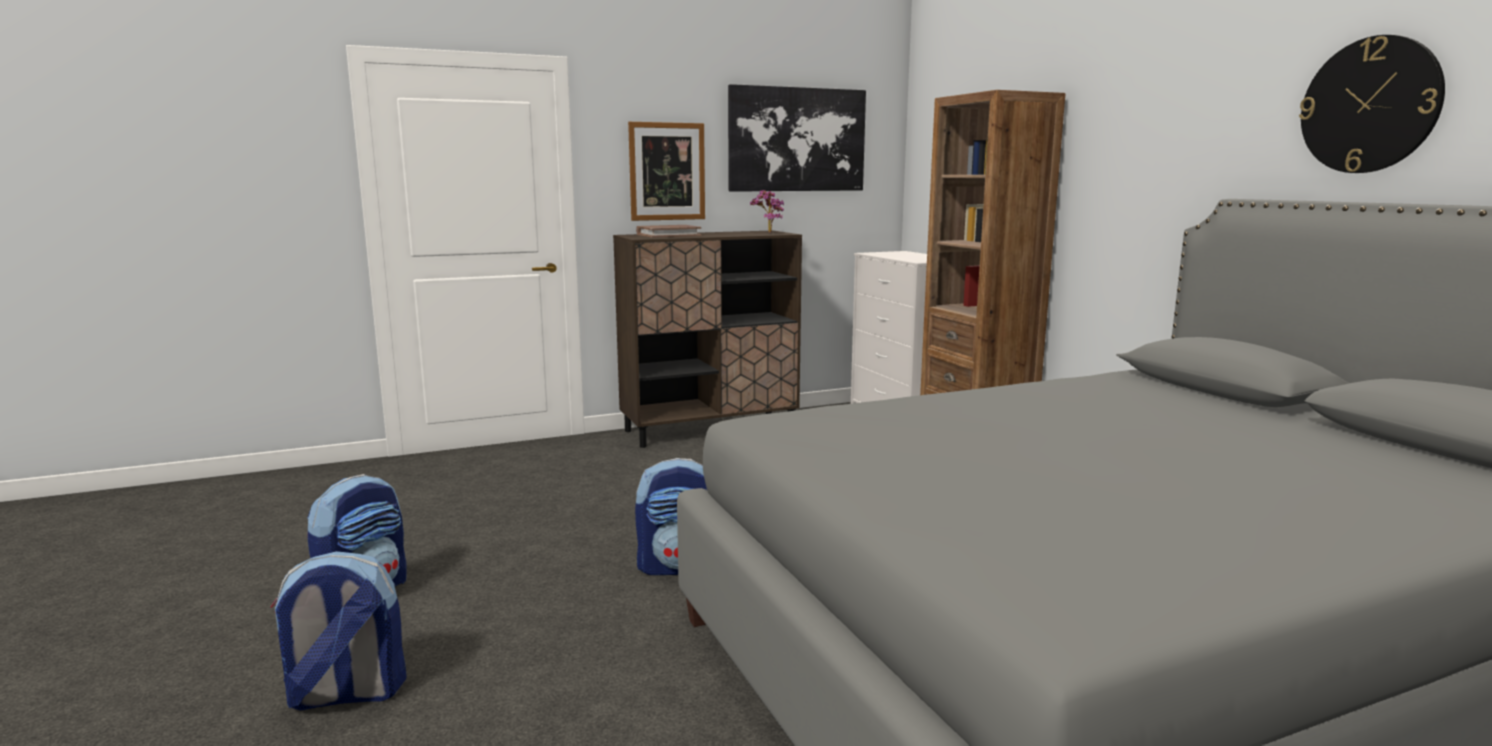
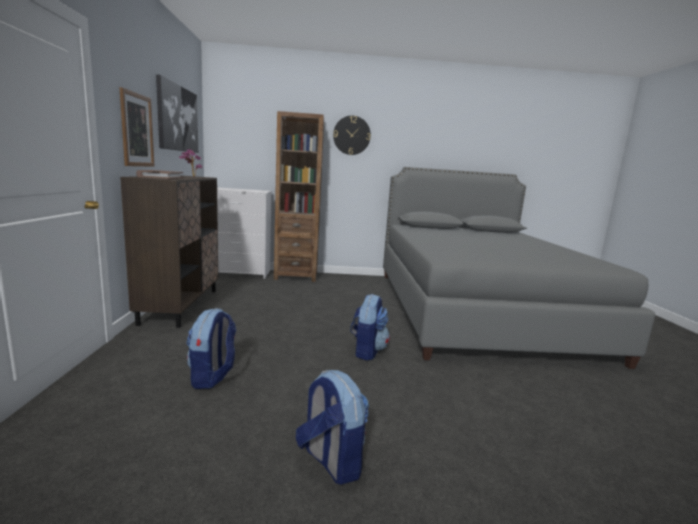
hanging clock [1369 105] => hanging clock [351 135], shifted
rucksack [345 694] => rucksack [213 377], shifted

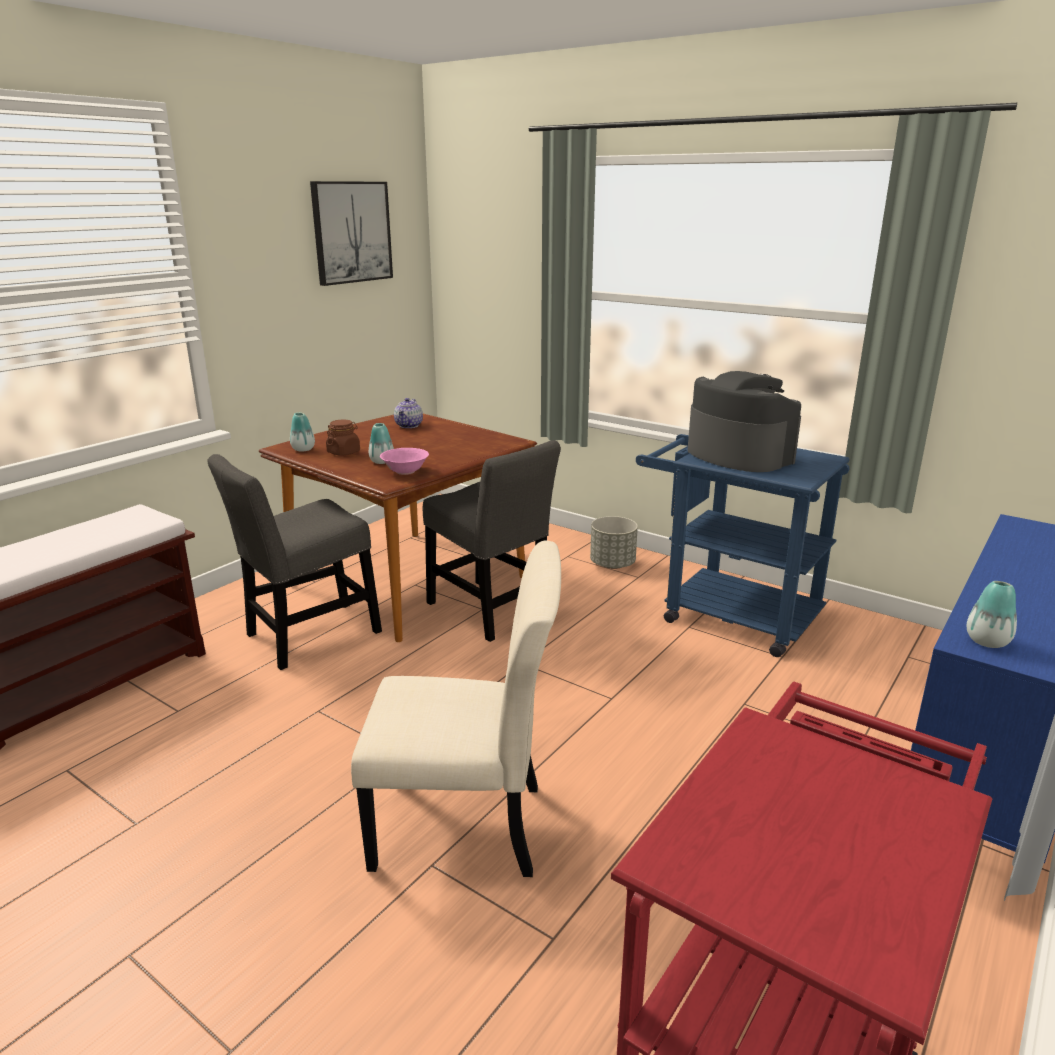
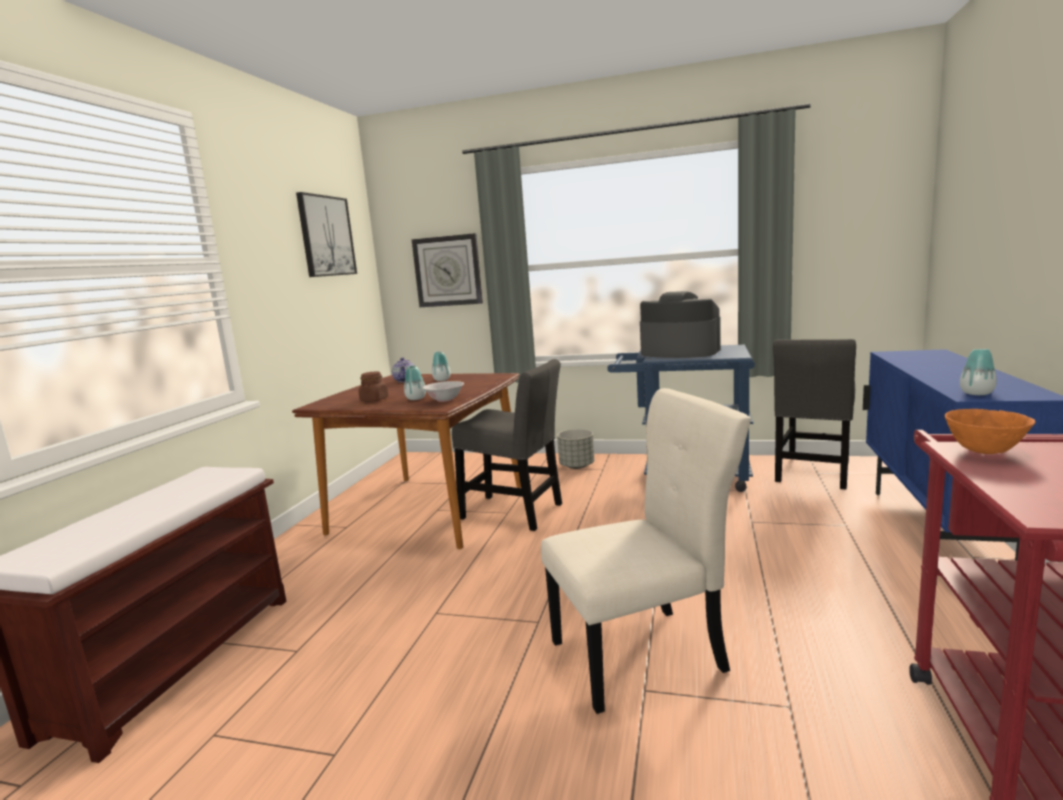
vase [303 449] => vase [442 380], shifted
pinkish bowl [405 471] => white bowl [445 400]
gray upright chair [307 636] => gray upright chair [813 473], shifted
nothing => hanging clock [448 271]
nothing => orange bowl [985 452]

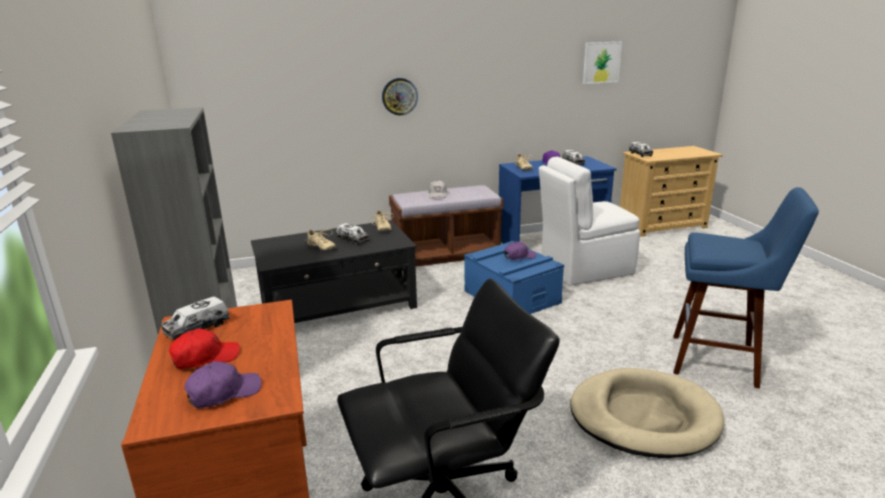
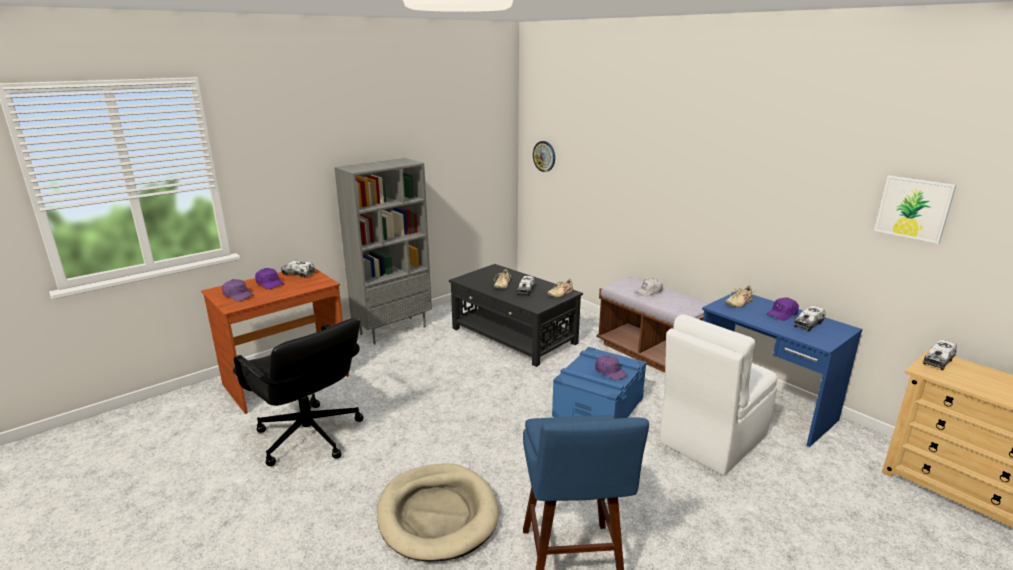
hanging clock [399 96] => hanging clock [544 156], shifted
white upright chair [584 269] => white upright chair [711 440], 90 degrees counterclockwise
reddish baseball cap [205 357] => purple-coloured baseball cap [269 283]

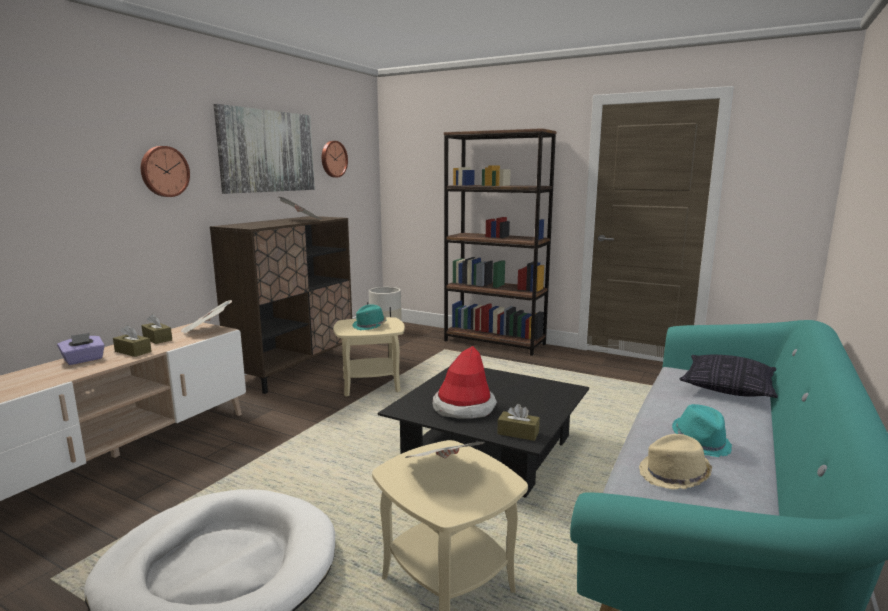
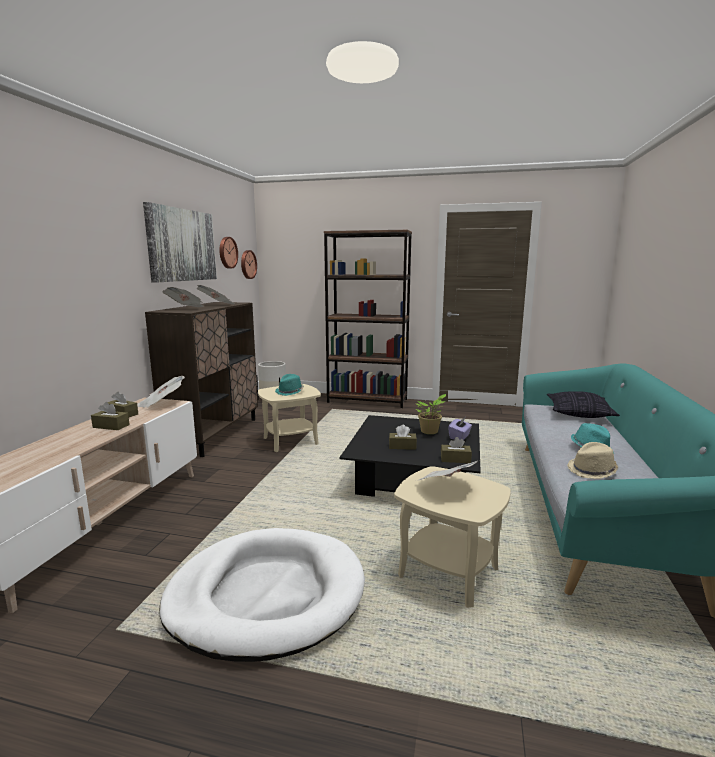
hanging clock [164 171] => hanging clock [247 264], shifted
purple-coloured box of tissues [84 360] => purple-coloured box of tissues [459 437], shifted
wearable hat [464 407] => brownish box of tissues [402 446]
nothing => printed paper [186 308]
nothing => houseplant [430 432]

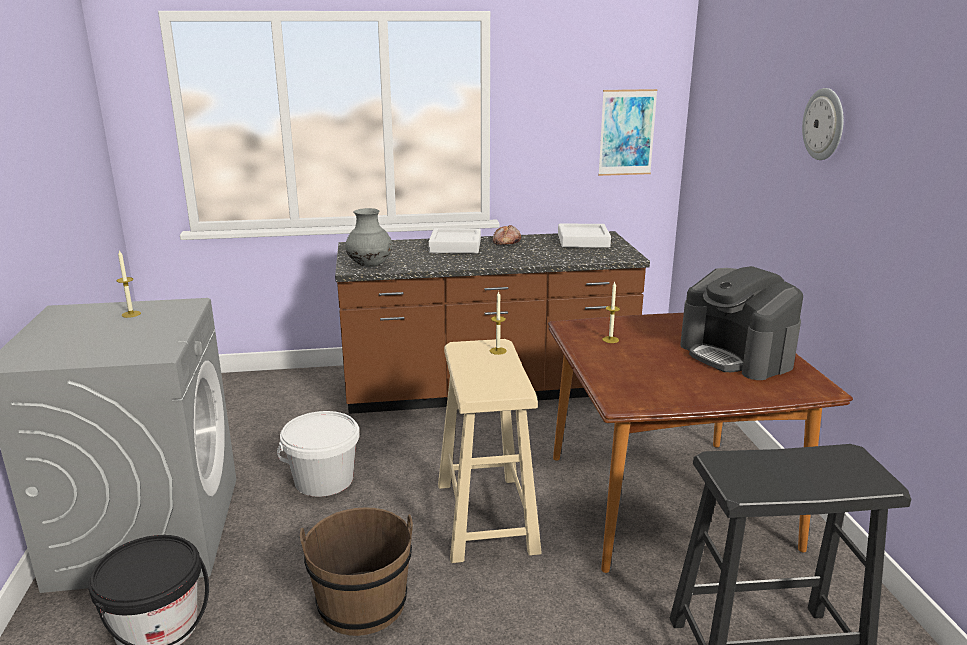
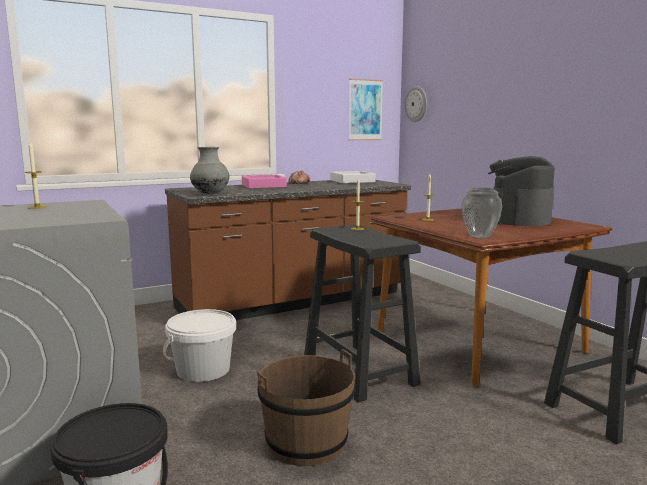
hanging clock [824 124] => hanging clock [416 104], shifted
white serving tray [455 246] => pinkish serving tray [263 186]
coffee brewer [736 355] => coffee brewer [518 219], 75 degrees clockwise
beige sitting stool [486 516] => black sitting stool [358 370]
nothing => vase [480 237]

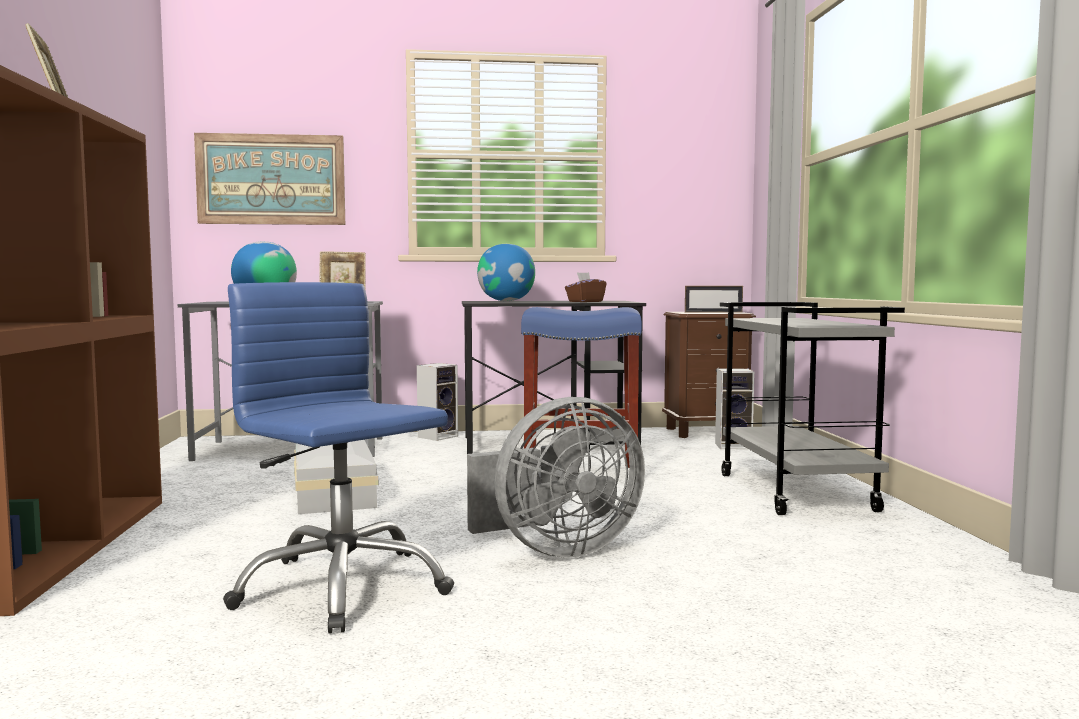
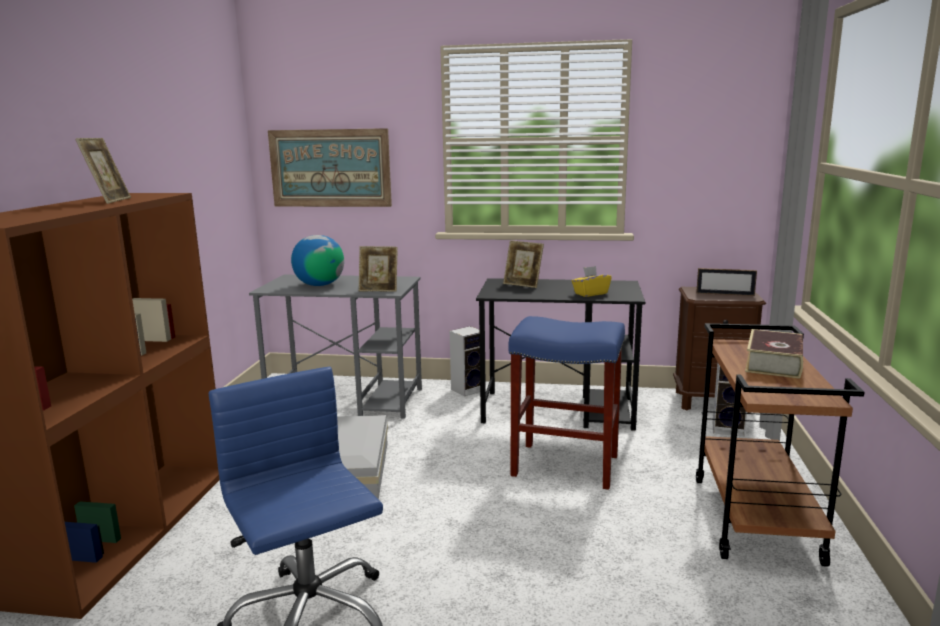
globe [506 301] => photo frame [523 284]
brownish box of tissues [585 301] => yellow-coloured box of tissues [590 293]
gray trolley [797 493] => brownish trolley [756 520]
gray cooling fan [556 549] => nothing
nothing => bound book [774 363]

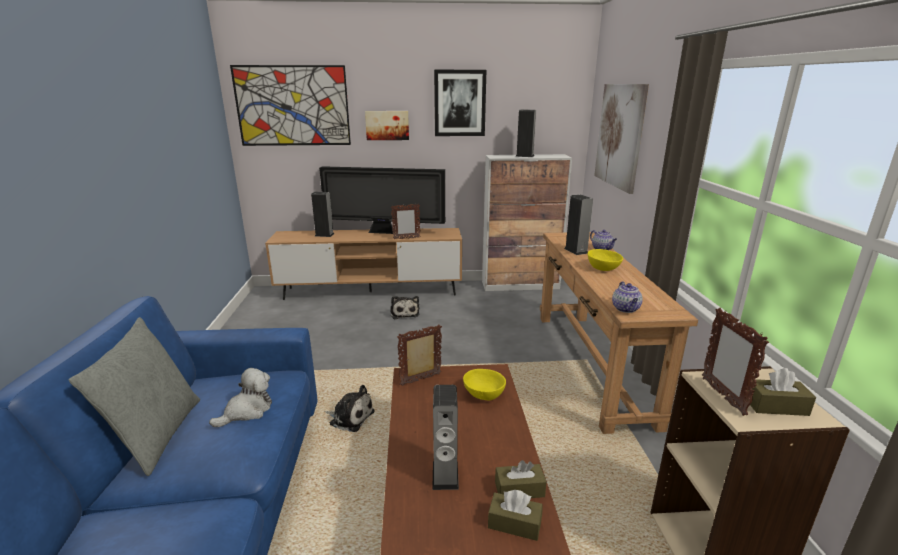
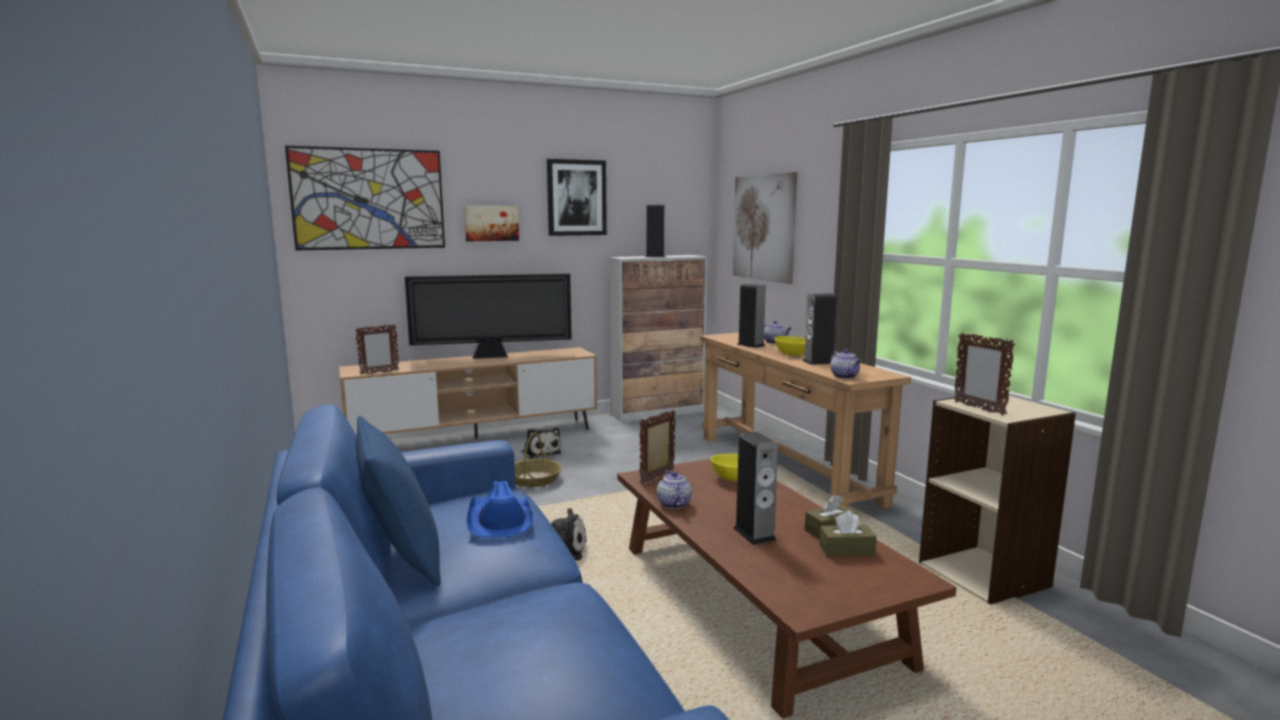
loudspeaker [324 235] => loudspeaker [818 362], shifted
photo frame [406 238] => photo frame [379 372], shifted
gray pillow [156 435] => blue pillow [401 559]
cuddly toy [247 411] => blue wearable hat [500 519]
brownish box of tissues [775 406] => nothing
nothing => household basket [534 479]
nothing => teapot [673 504]

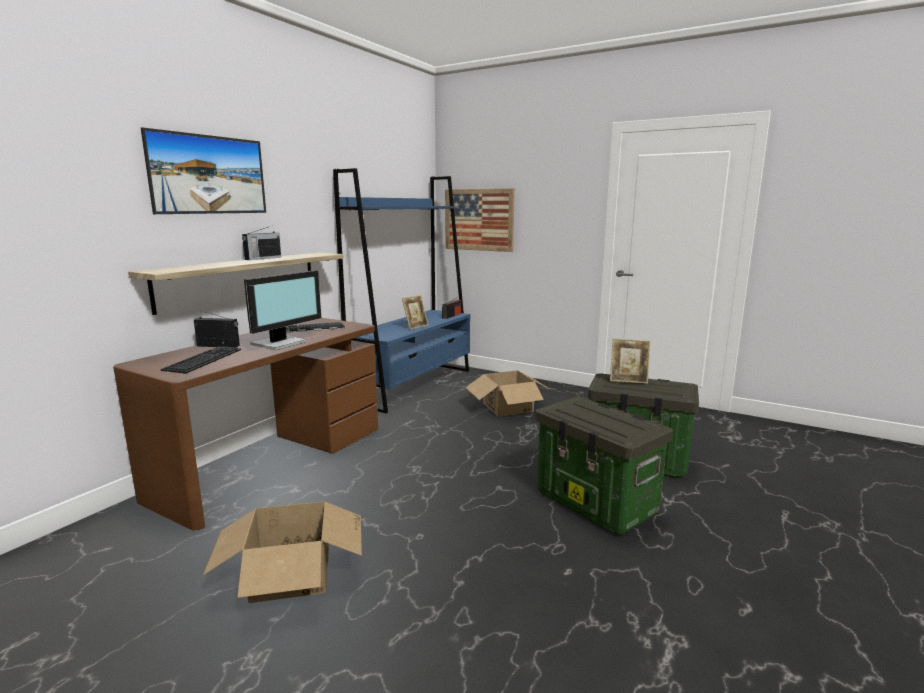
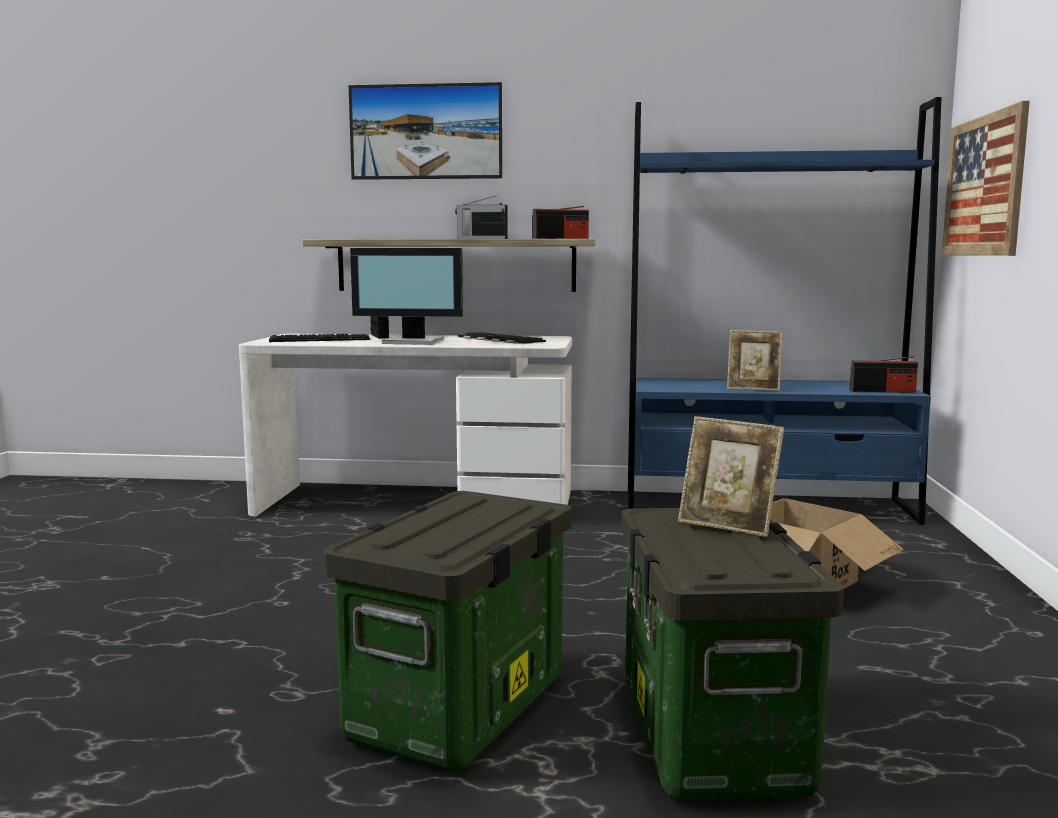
brownish desk [273 461] => white desk [416 503]
photo frame [628 380] => photo frame [728 525], 45 degrees counterclockwise
carton [291 573] => nothing
nothing => radio [560 238]

